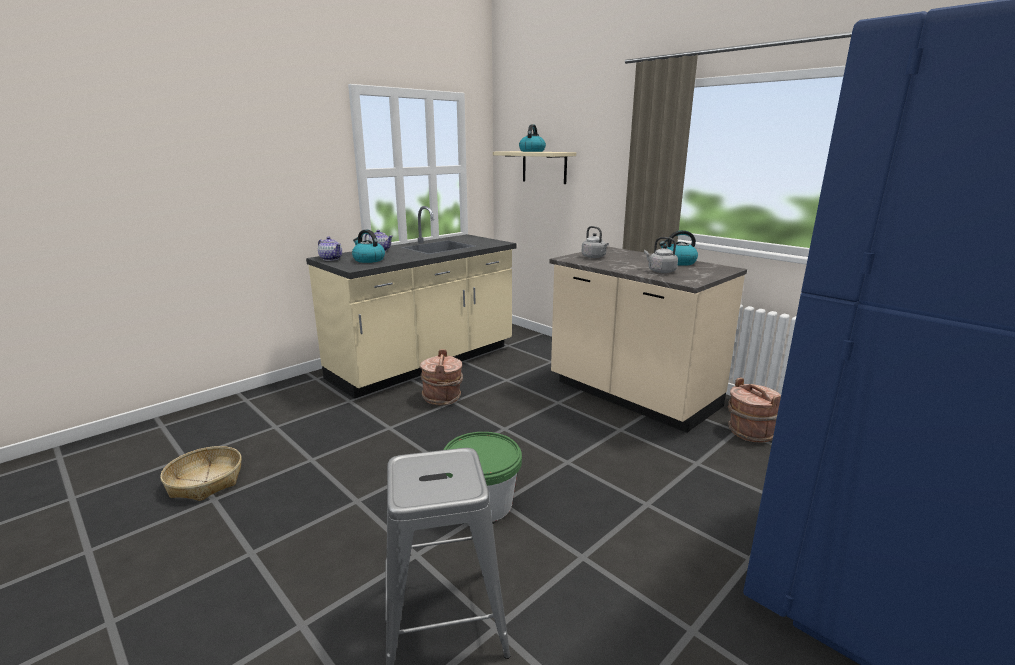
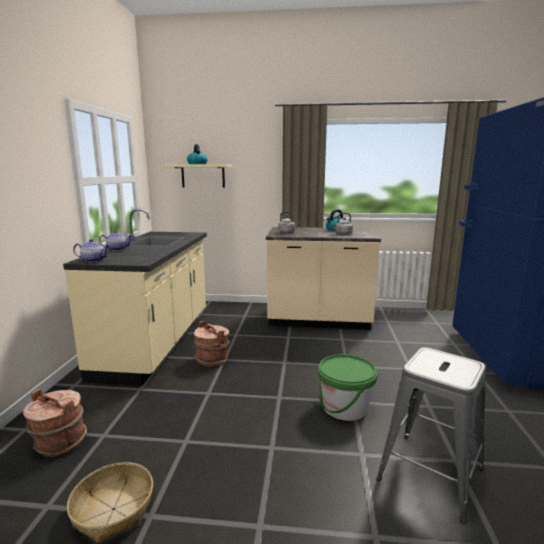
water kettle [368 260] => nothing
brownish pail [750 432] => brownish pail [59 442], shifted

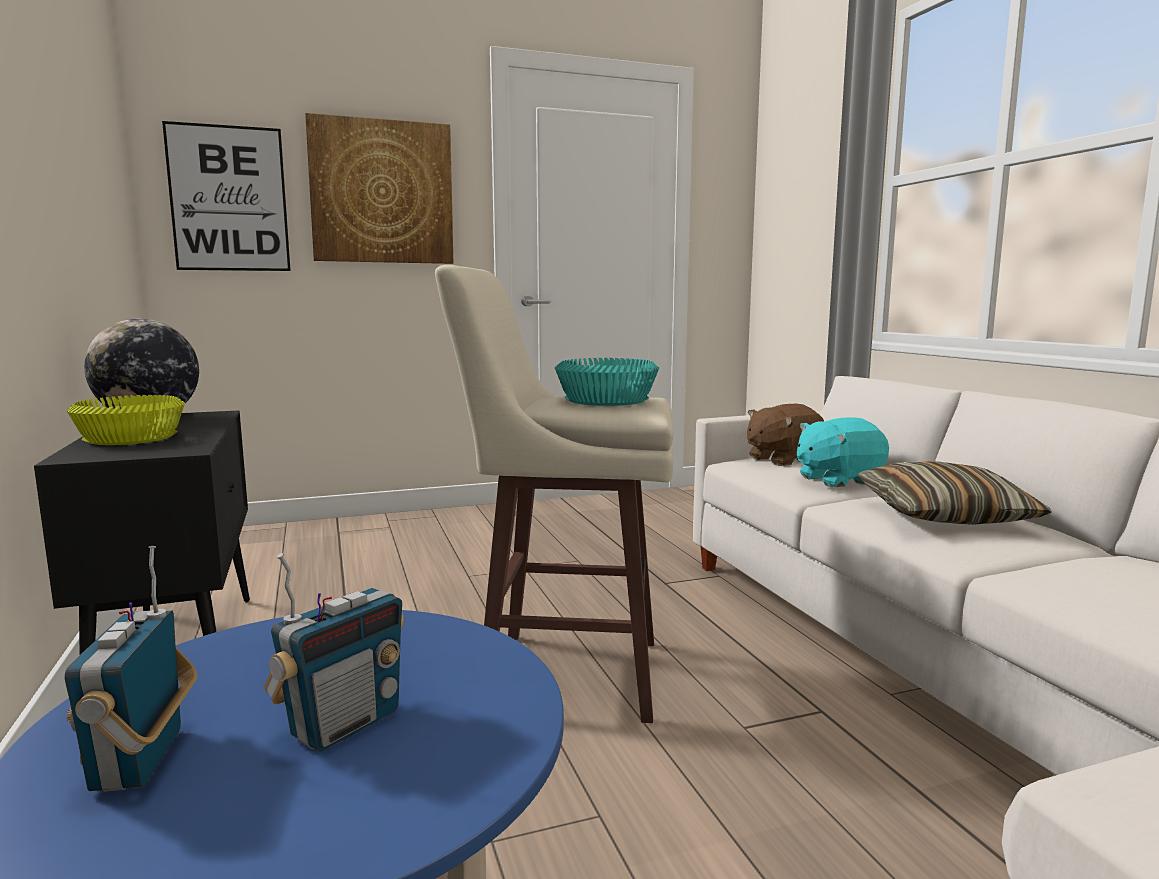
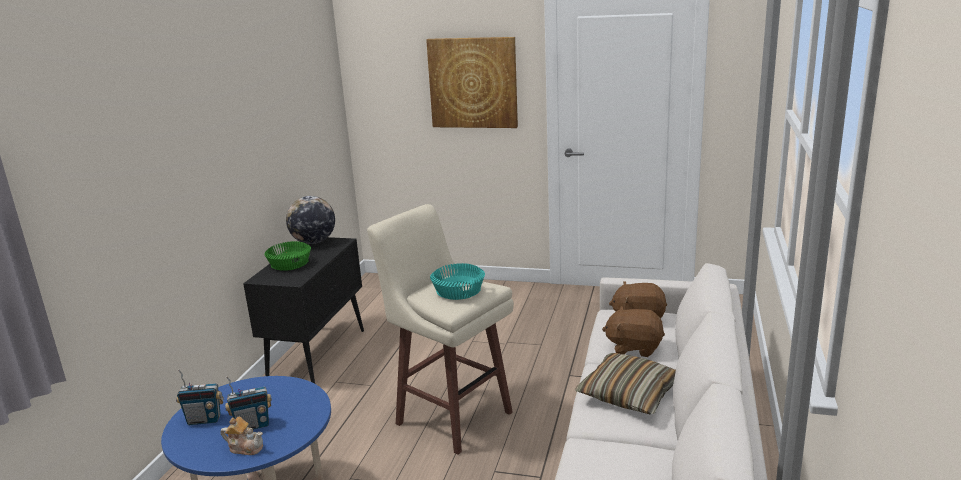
wall art [229 199] => nothing
yellow-coloured bowl [131 437] => greenish bowl [290 263]
turquoise cuddly toy [837 480] => brownish cuddly toy [634 347]
radio [141 760] => radio [204 420], 120 degrees counterclockwise
nothing => teapot [245 447]

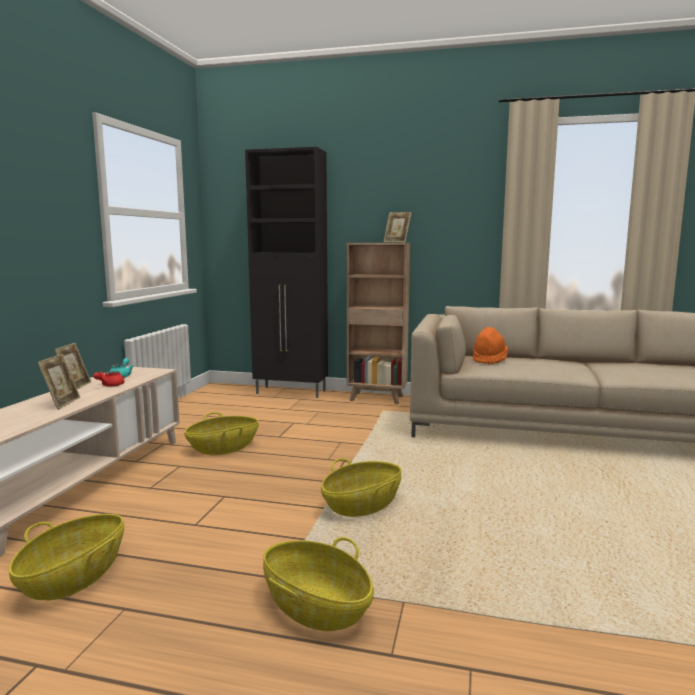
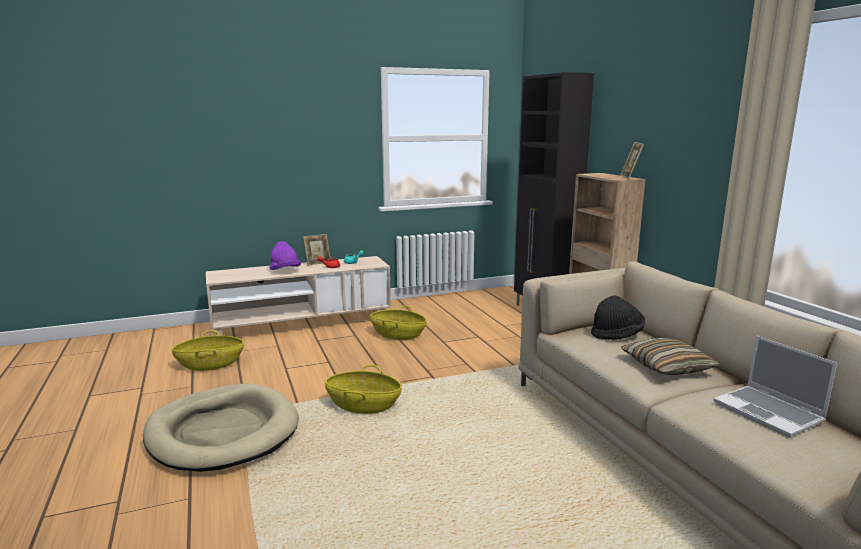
orange wearable hat [489 360] => black wearable hat [617 335]
photo frame [62 403] => purple-coloured wearable hat [285 271]
household basket [316 607] => beige pet bed [223 432]
nothing => notebook computer [769 412]
nothing => pillow [667 366]

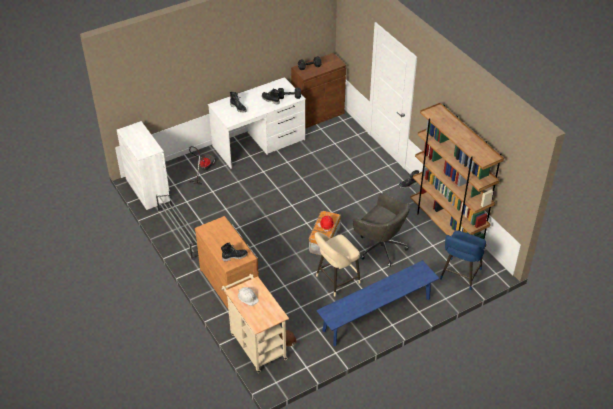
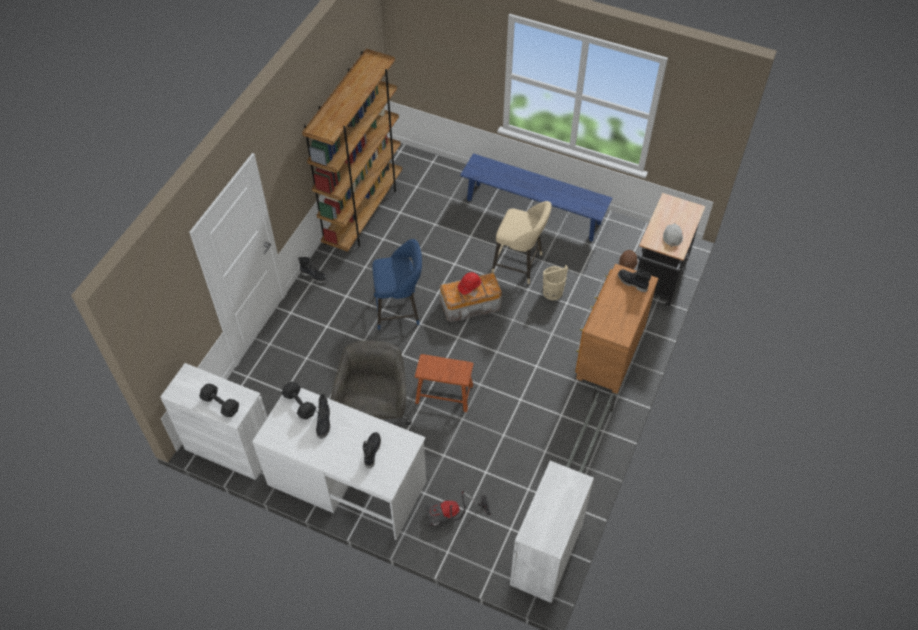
brownish storage cabinet [318 114] => white storage cabinet [230 448]
gray office chair [380 247] => gray office chair [375 415], shifted
blue sitting stool [459 276] => blue sitting stool [400 310], shifted
beige trolley [256 344] => black trolley [658 281]
nothing => beige pail [553 292]
nothing => brownish sitting stool [444 393]

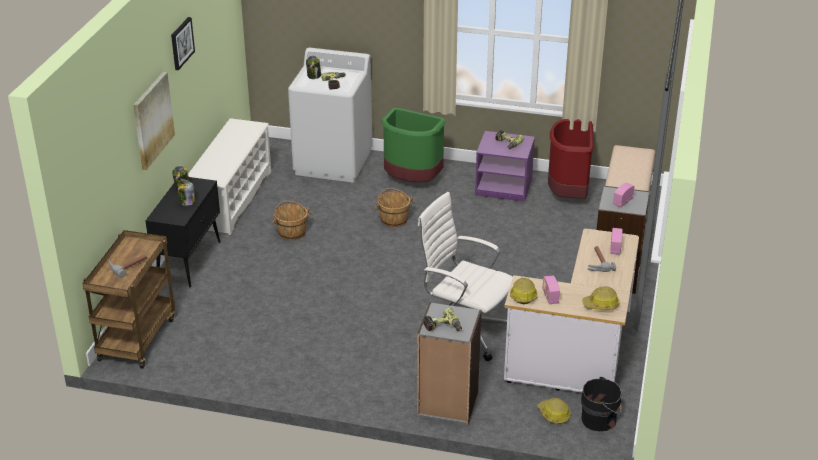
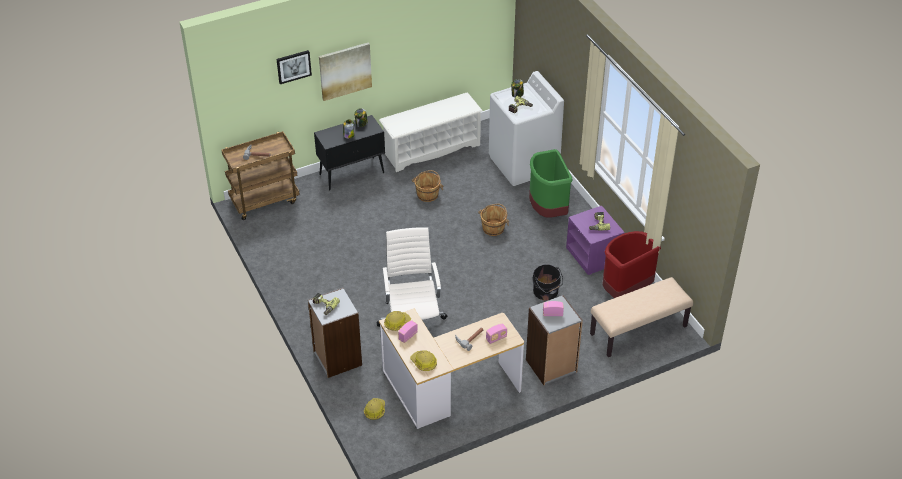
wall art [181 43] => wall art [293 66], shifted
black pail [600 419] => black pail [546 292], shifted

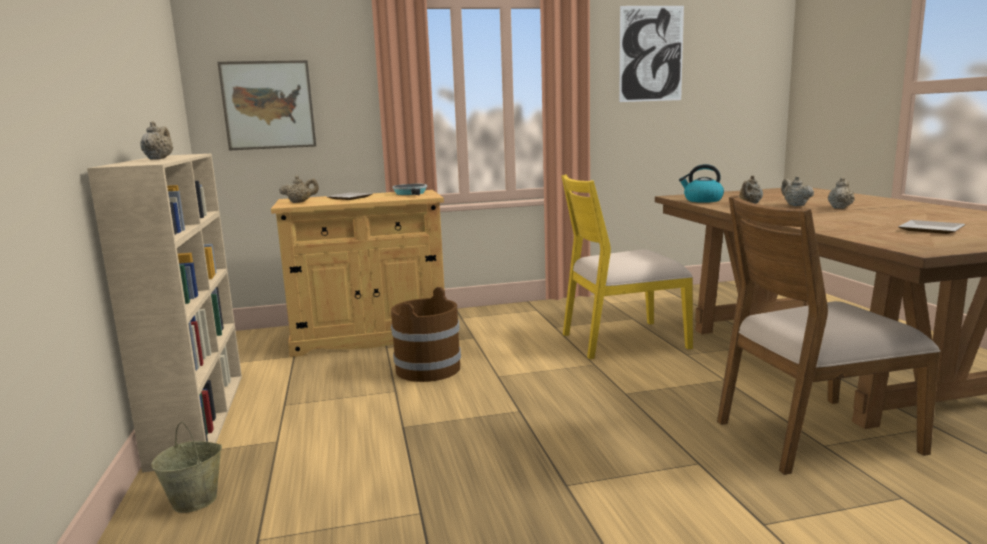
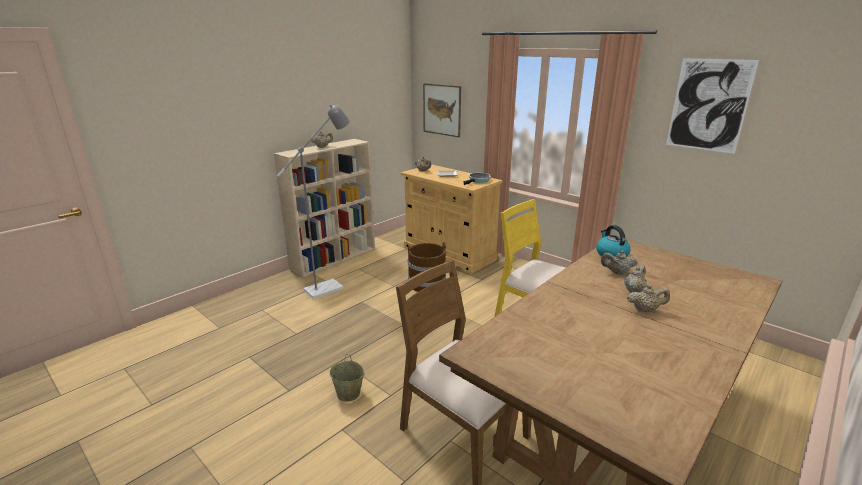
dinner plate [928 230] => nothing
beige pail [195 500] => beige pail [349 394], shifted
nothing => gray standard lamp [330 287]

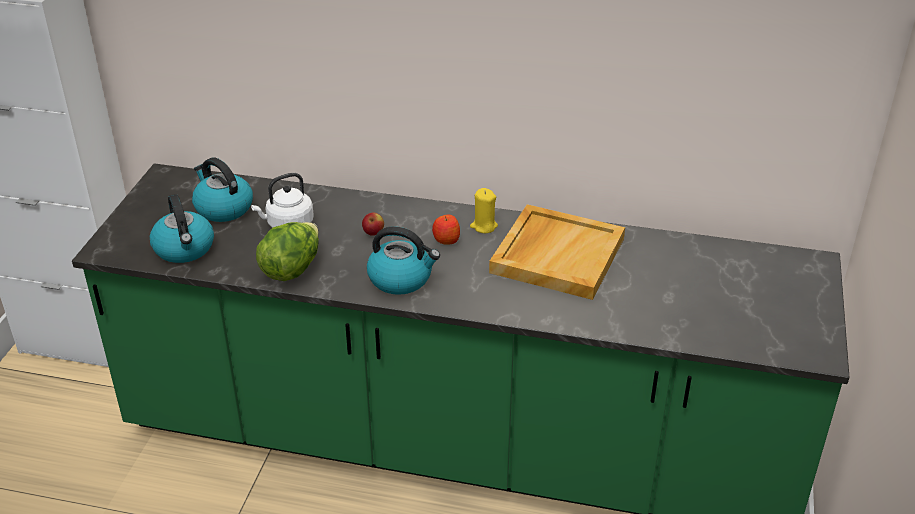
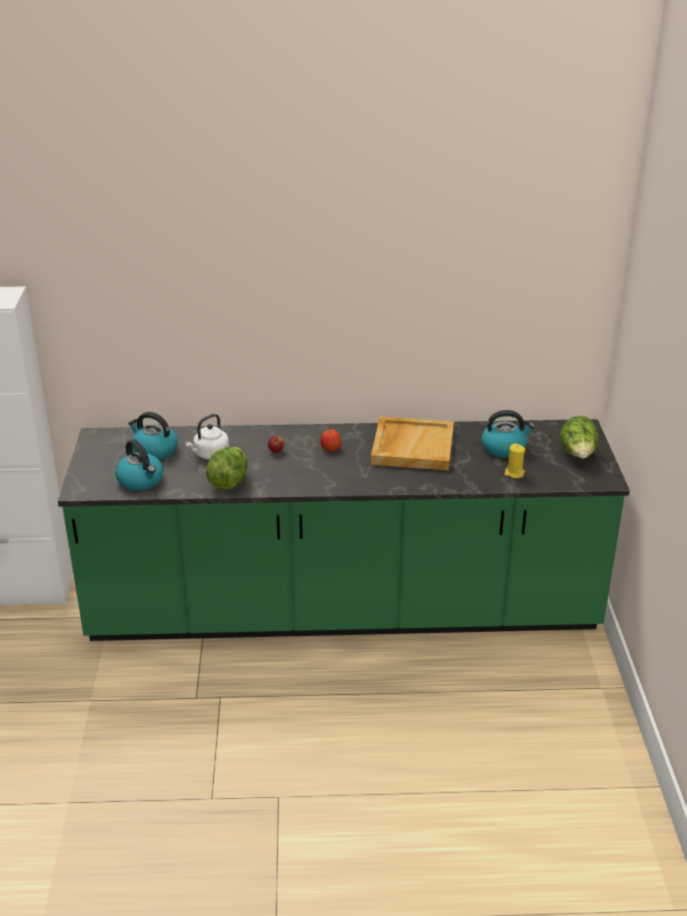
yellow-coloured wax light [483 226] => yellow-coloured wax light [514 473], shifted
water kettle [401 279] => water kettle [504 448], shifted
nothing => head of lettuce [578 455]

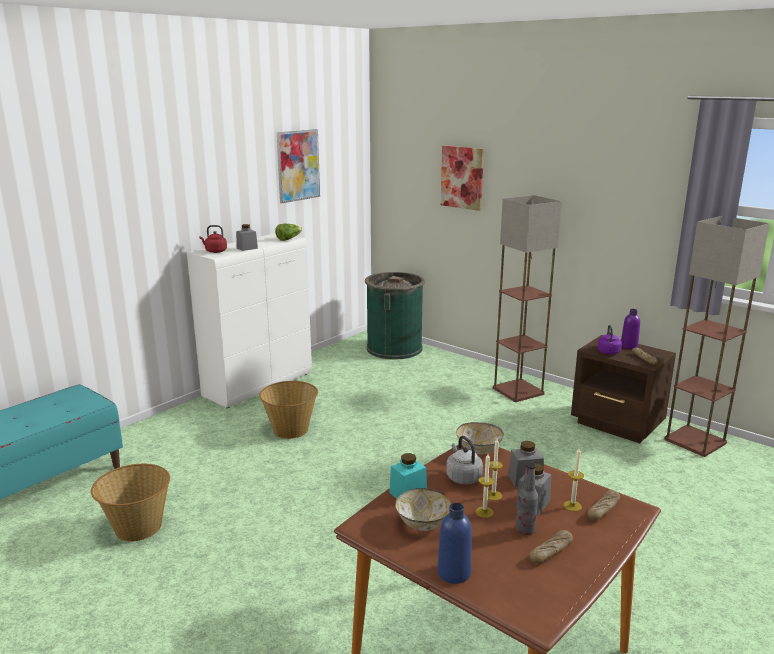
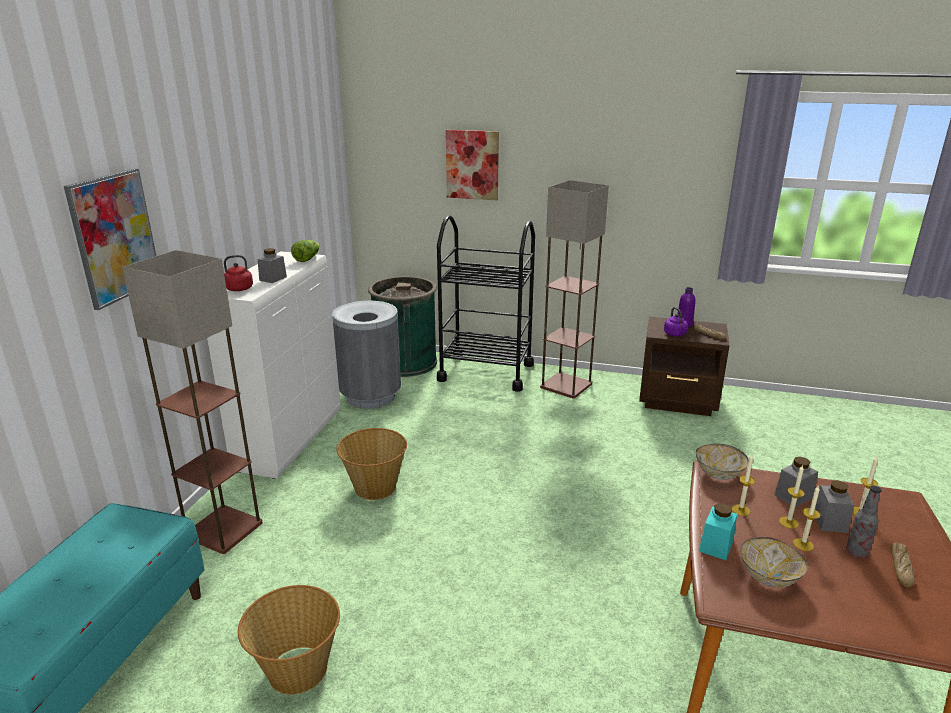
wall art [298 165] => wall art [114 237], shifted
standard lamp [694 441] => standard lamp [222 530], shifted
gray water kettle [462 477] => wax light [740 510]
bakery bread [603 509] => nothing
blue drink bottle [454 573] => nothing
nothing => black trolley [486 372]
nothing => gray rubbish bin [371 396]

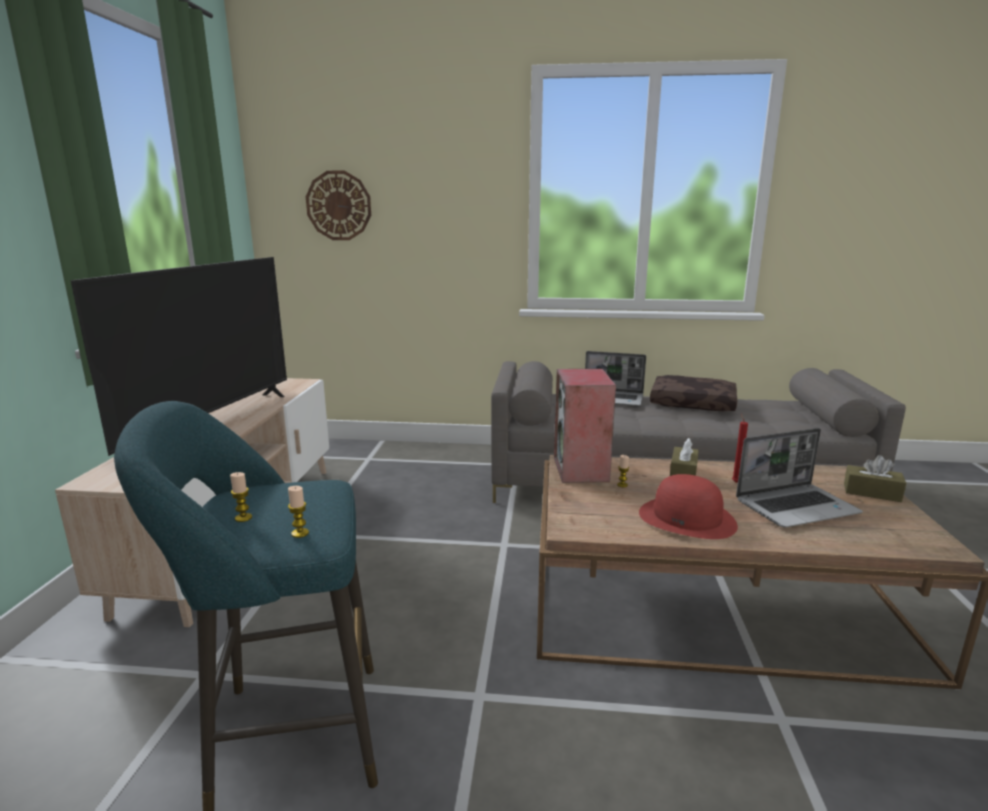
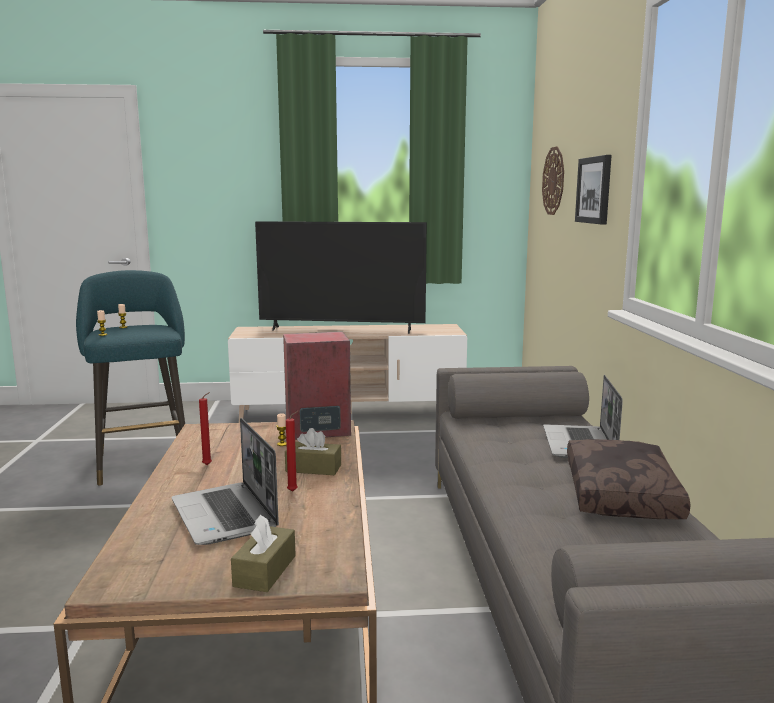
reddish wearable hat [687 518] => reddish wax light [208 465]
nothing => wall art [594 190]

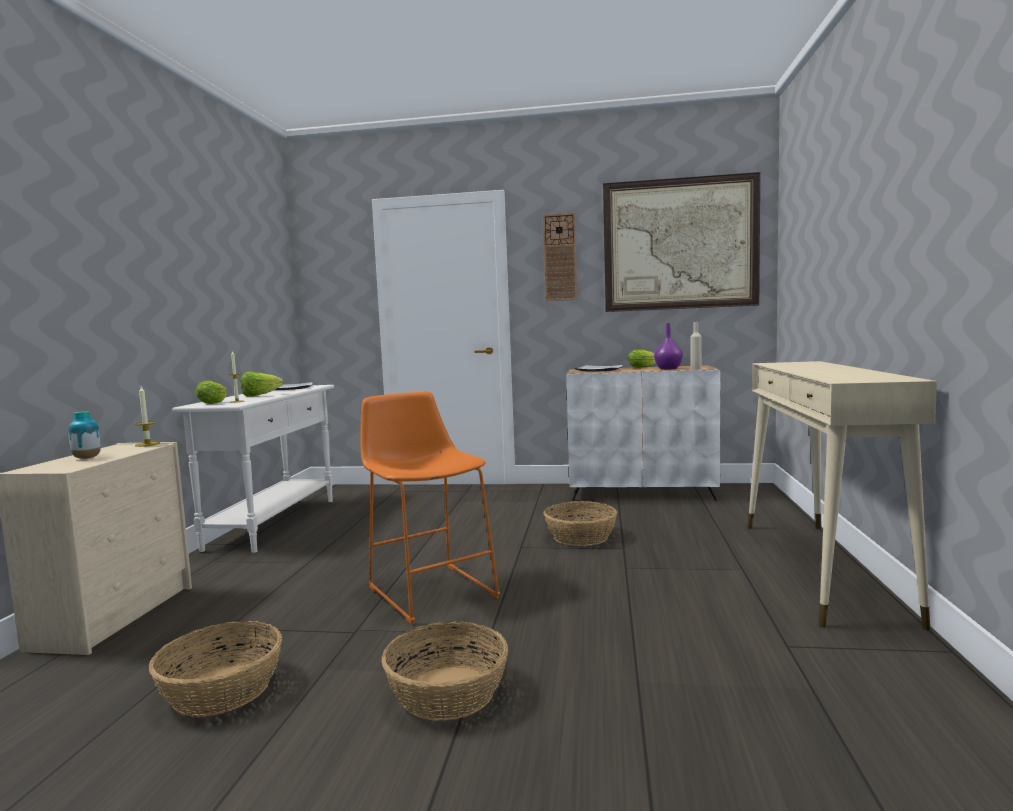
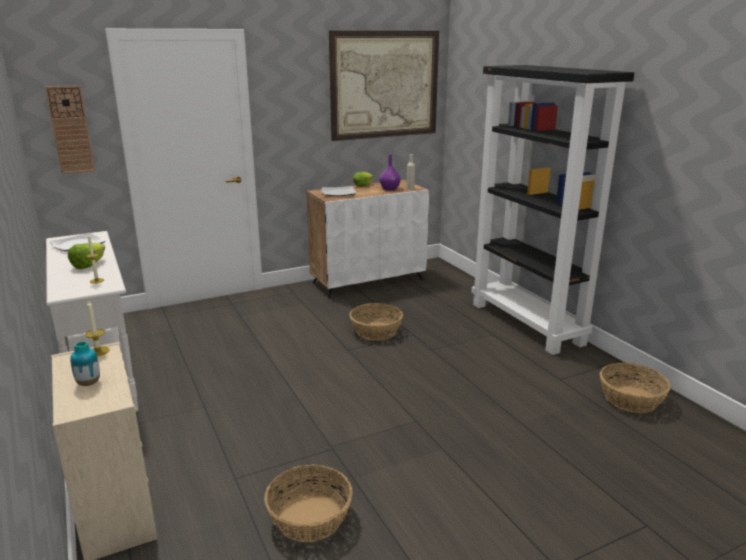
hanging clock [560 257] => hanging clock [70 130], shifted
beige console table [820 568] => black bookcase [527 324]
head of lettuce [215 402] => nothing
orange sitting stool [430 590] => nothing
household basket [447 693] => household basket [631 399], shifted

